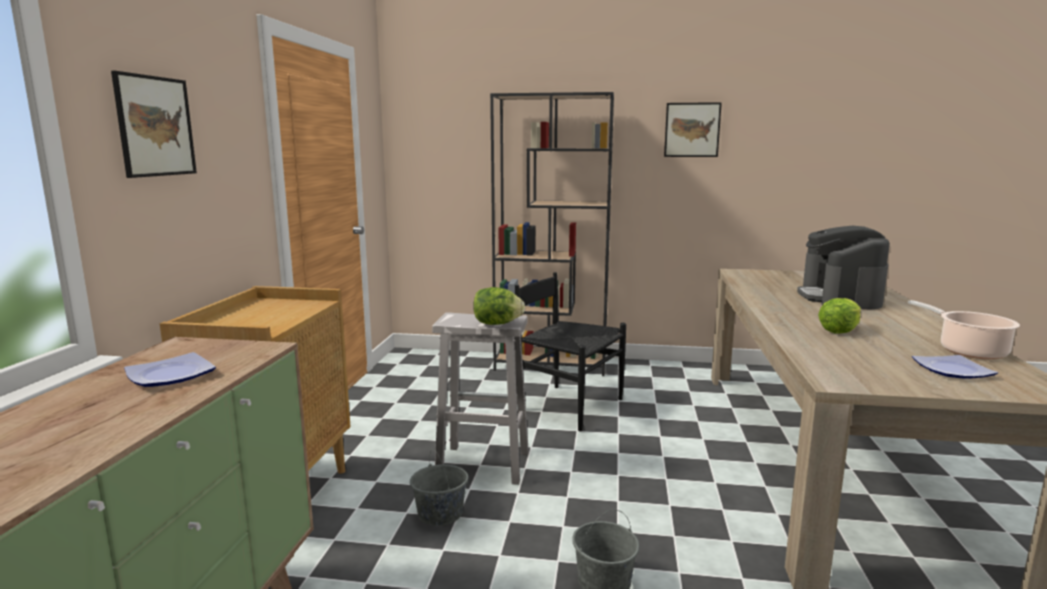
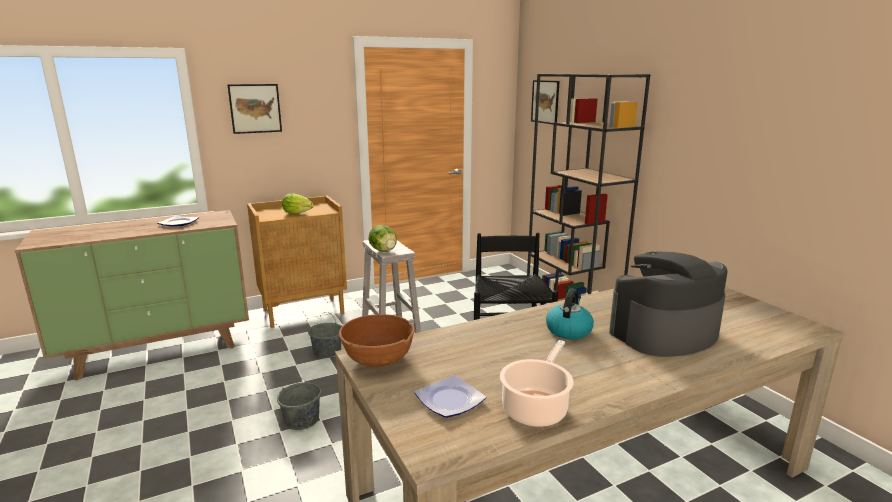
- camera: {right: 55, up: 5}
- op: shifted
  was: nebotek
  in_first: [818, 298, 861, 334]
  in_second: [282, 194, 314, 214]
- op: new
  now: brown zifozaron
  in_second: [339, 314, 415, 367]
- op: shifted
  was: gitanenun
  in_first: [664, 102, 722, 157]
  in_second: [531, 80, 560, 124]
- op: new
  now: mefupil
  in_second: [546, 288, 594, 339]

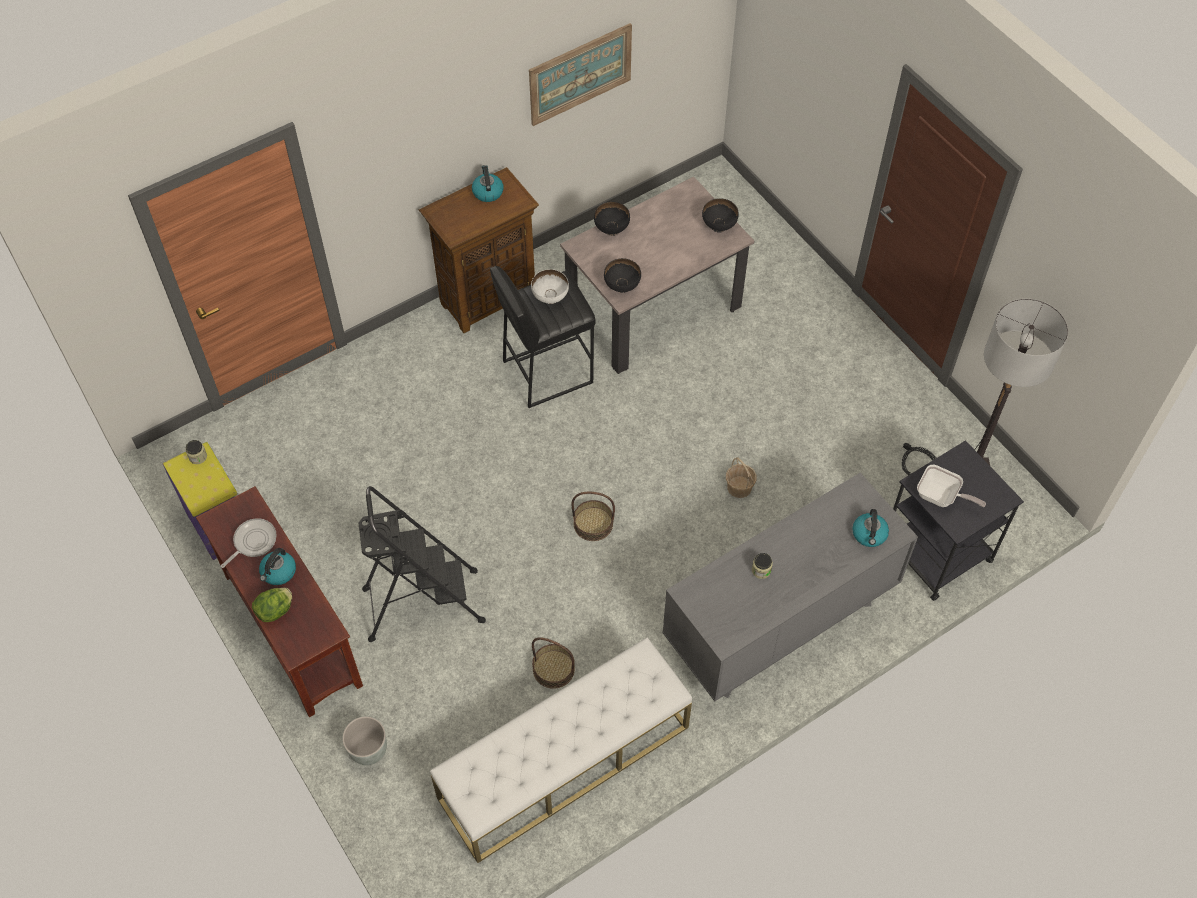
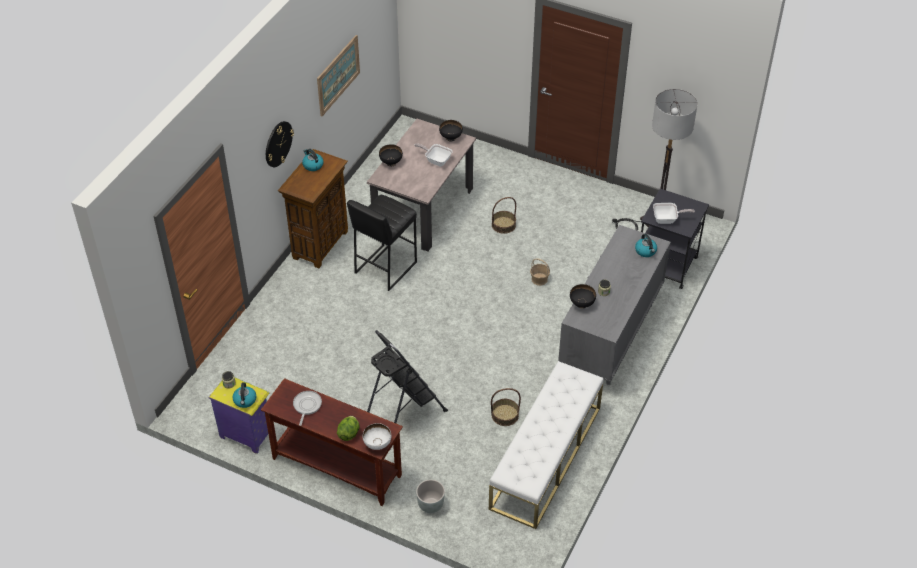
- camera: {right: -30, up: -10}
- op: shifted
  was: mefupil
  in_first: [259, 548, 296, 585]
  in_second: [233, 382, 256, 408]
- op: new
  now: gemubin
  in_second: [266, 121, 294, 167]
- op: shifted
  was: white zifozaron
  in_first: [531, 269, 569, 304]
  in_second: [363, 423, 391, 450]
- op: new
  now: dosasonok
  in_second: [415, 143, 452, 166]
- op: shifted
  was: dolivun
  in_first: [572, 492, 615, 541]
  in_second: [492, 197, 516, 234]
- op: shifted
  was: black zifozaron
  in_first: [604, 258, 641, 293]
  in_second: [570, 284, 596, 309]

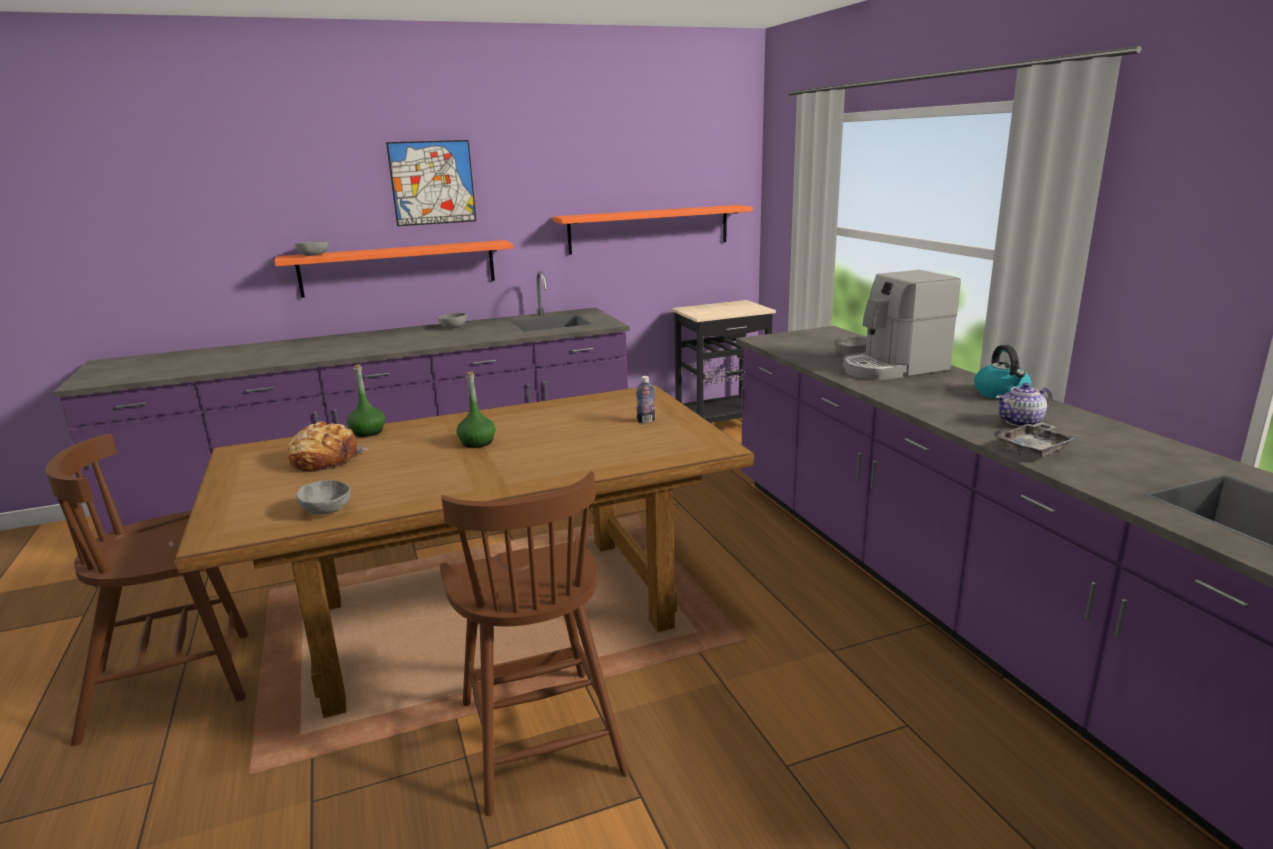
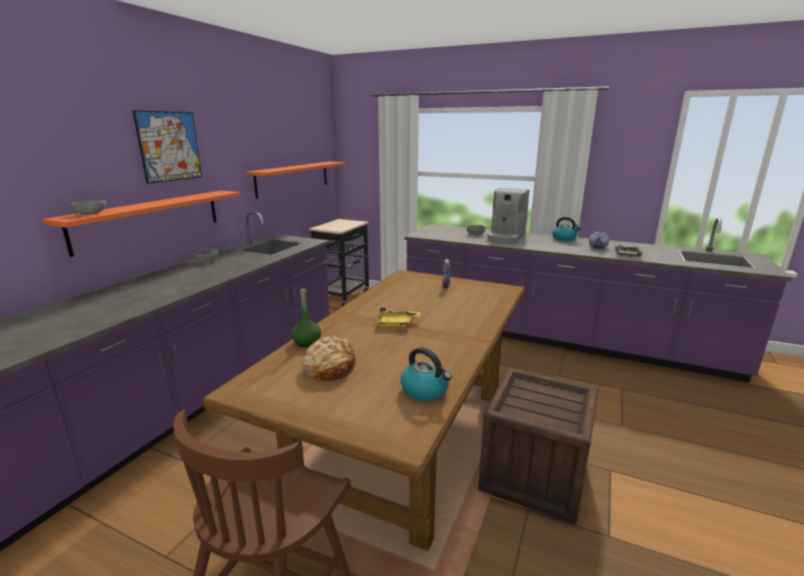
- camera: {right: -45, up: 0}
- op: swapped
  was: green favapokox
  now: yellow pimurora
  in_first: [456, 371, 496, 448]
  in_second: [376, 308, 420, 327]
- op: swapped
  was: grey zifozaron
  now: mefupil
  in_first: [296, 480, 351, 515]
  in_second: [400, 347, 452, 401]
- op: swapped
  was: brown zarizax
  now: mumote
  in_first: [439, 471, 629, 816]
  in_second: [478, 368, 598, 524]

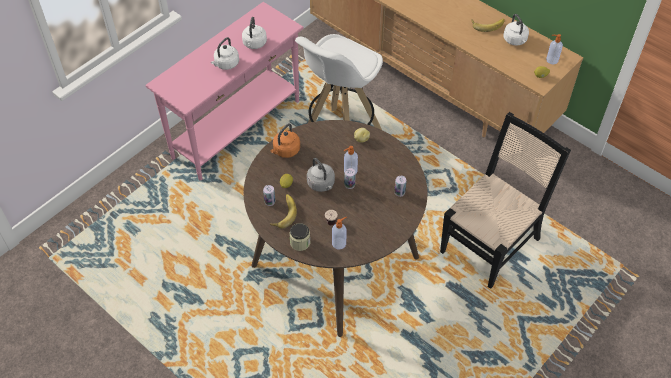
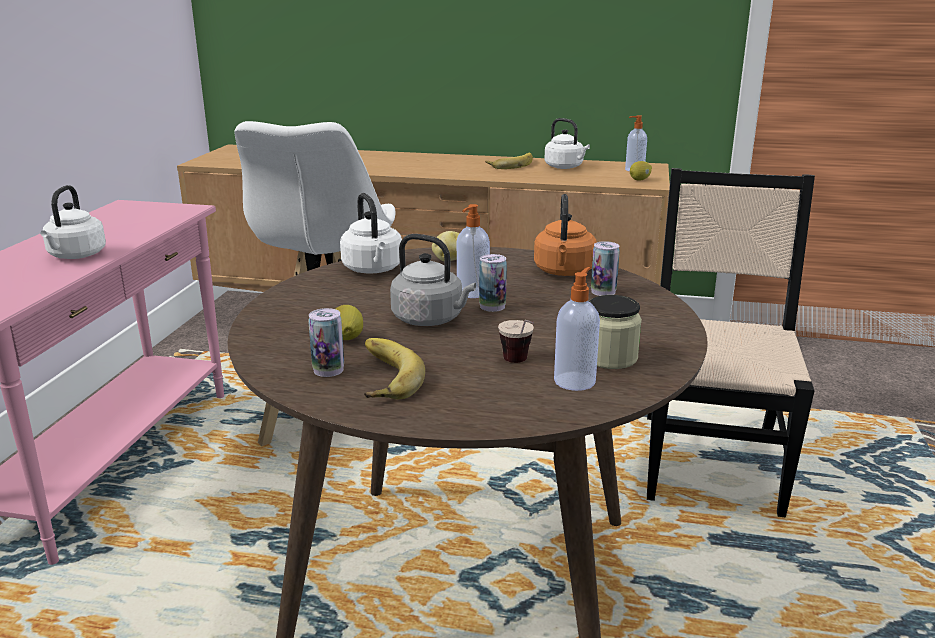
- camera: {right: -30, up: -30}
- op: shifted
  was: white mefupil
  in_first: [242, 17, 267, 49]
  in_second: [340, 193, 402, 273]
- op: shifted
  was: orange mefupil
  in_first: [270, 123, 300, 158]
  in_second: [534, 194, 597, 276]
- op: shifted
  was: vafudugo
  in_first: [289, 223, 310, 251]
  in_second: [589, 295, 642, 369]

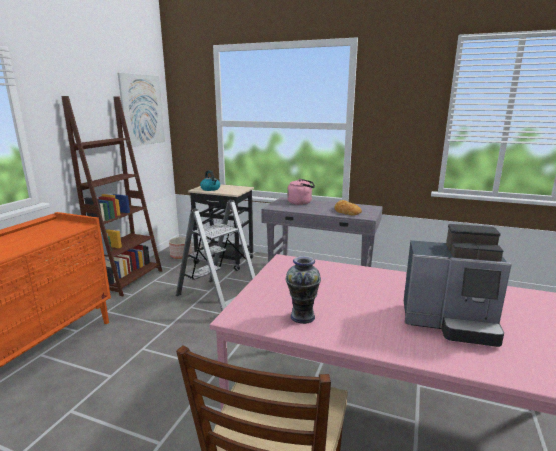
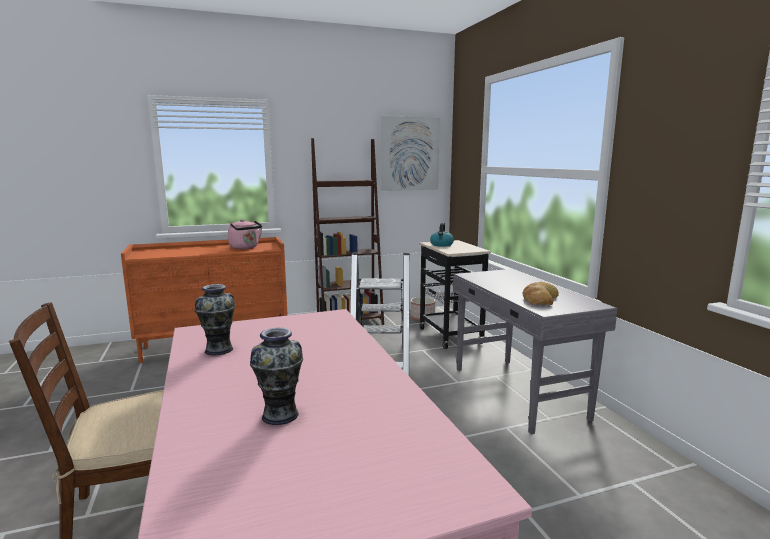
- camera: {right: 50, up: -5}
- op: shifted
  was: pink mefupil
  in_first: [287, 179, 315, 205]
  in_second: [228, 219, 262, 249]
- op: swapped
  was: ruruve
  now: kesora
  in_first: [404, 224, 512, 347]
  in_second: [250, 328, 303, 425]

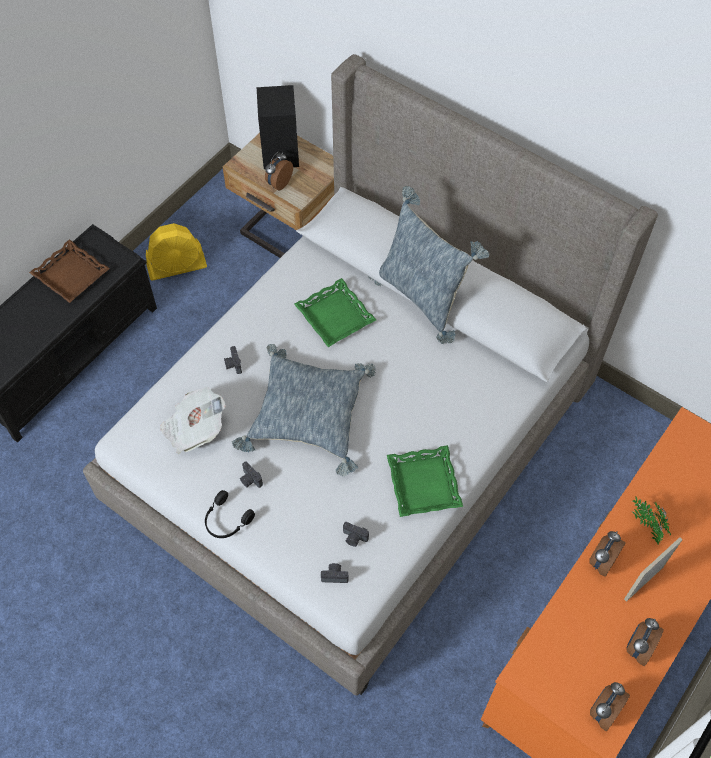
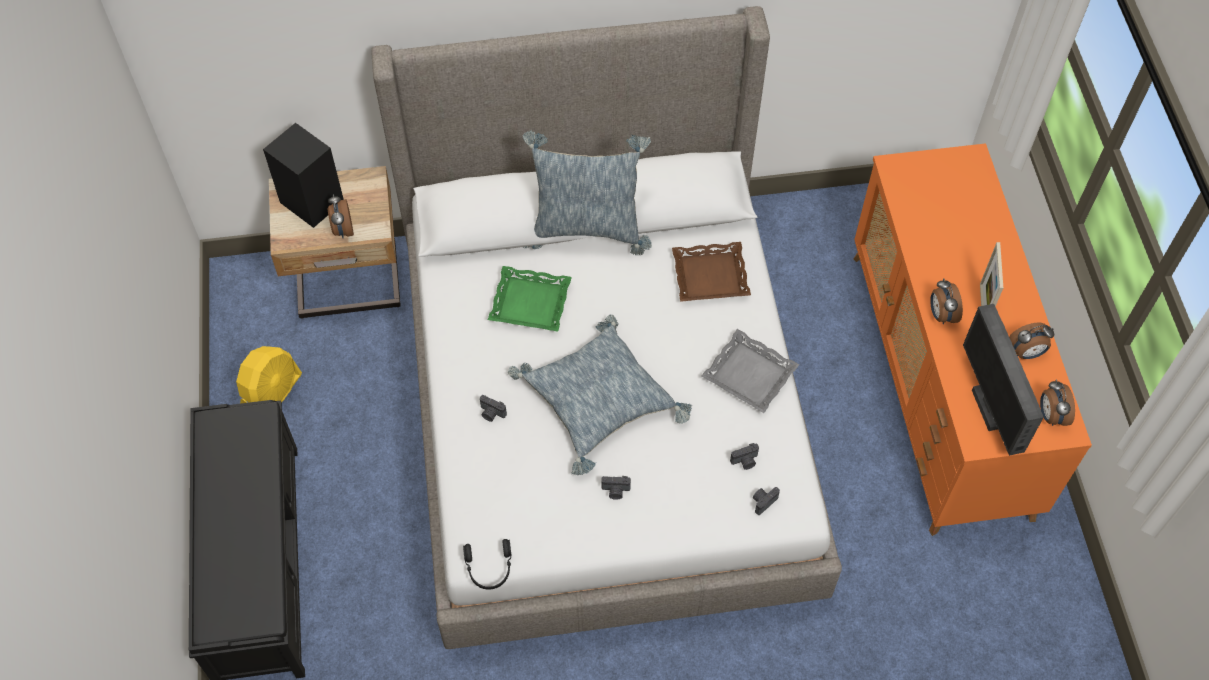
- camera: {right: -45, up: 0}
- op: shifted
  was: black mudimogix
  in_first: [205, 490, 255, 538]
  in_second: [463, 539, 512, 590]
- op: shifted
  was: brown pimurora
  in_first: [29, 239, 110, 303]
  in_second: [672, 242, 751, 302]
- op: repainted
  was: green pimurora
  now: grey pimurora
  in_first: [387, 445, 463, 517]
  in_second: [701, 329, 799, 413]
- op: new
  now: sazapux
  in_second: [963, 304, 1044, 456]
- op: rotated
  was: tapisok
  in_first: [626, 618, 664, 666]
  in_second: [1009, 323, 1054, 359]
  clockwise: -90
- op: gone
  was: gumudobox
  in_first: [160, 387, 226, 454]
- op: gone
  was: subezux
  in_first: [632, 496, 671, 545]

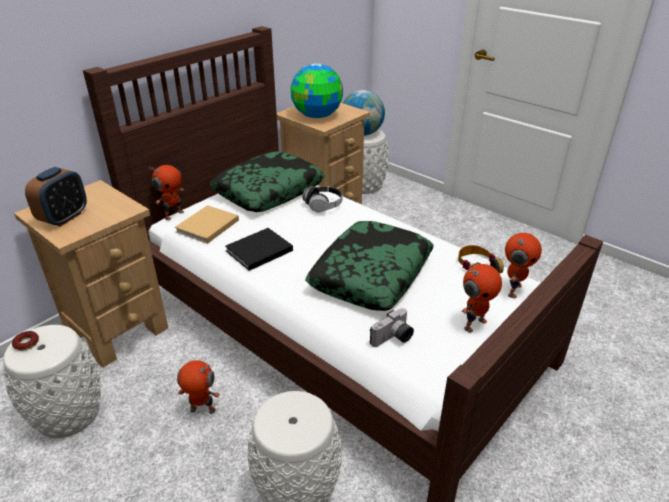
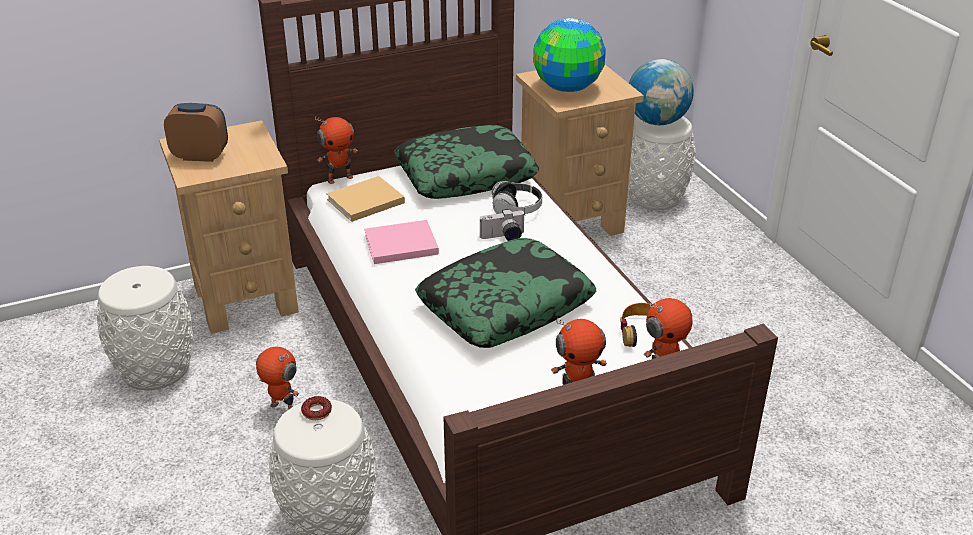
- camera: {right: 25, up: 0}
- op: rotated
  was: tapisok
  in_first: [25, 167, 87, 227]
  in_second: [164, 103, 228, 162]
  clockwise: -135
- op: shifted
  was: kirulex
  in_first: [12, 331, 39, 351]
  in_second: [301, 396, 332, 420]
- op: repainted
  was: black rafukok
  now: pink rafukok
  in_first: [225, 228, 293, 271]
  in_second: [364, 220, 439, 264]
- op: shifted
  was: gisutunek
  in_first: [370, 308, 414, 347]
  in_second: [480, 209, 525, 241]

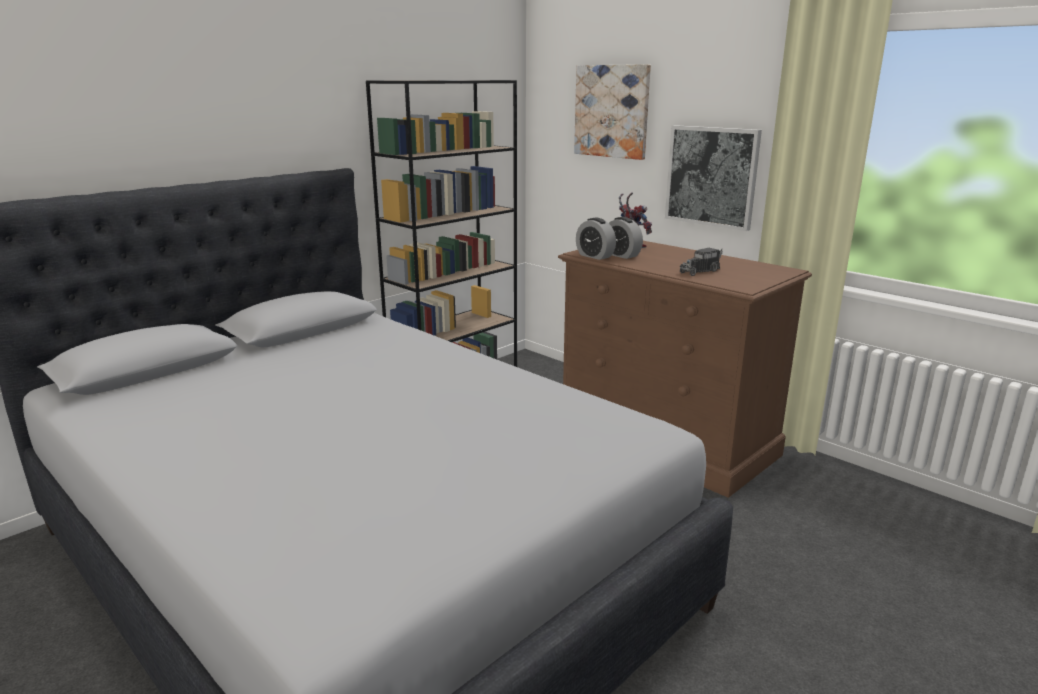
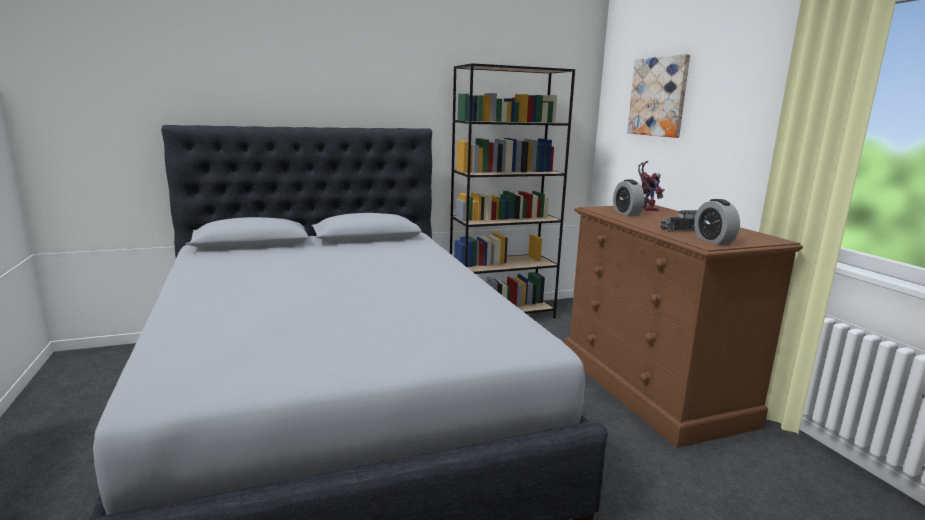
- camera: {right: 25, up: -5}
- op: shifted
  was: tapisok
  in_first: [576, 218, 616, 260]
  in_second: [694, 199, 740, 244]
- op: gone
  was: gitanenun
  in_first: [665, 125, 762, 231]

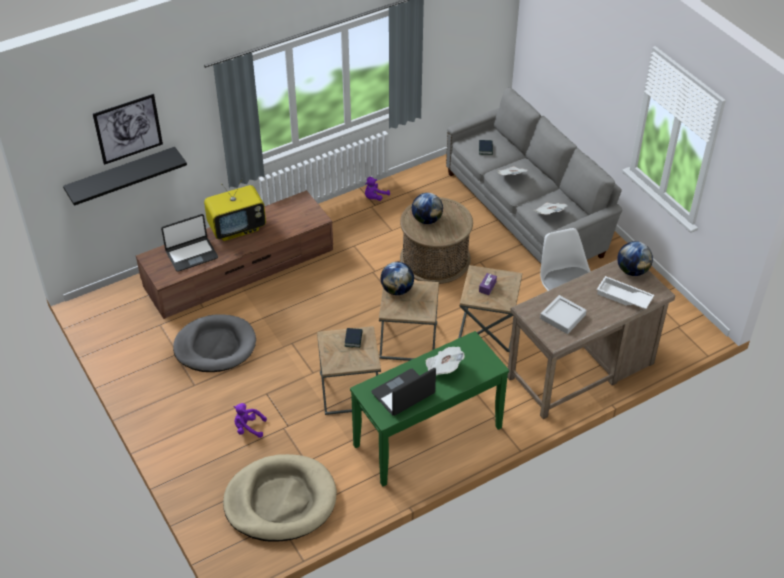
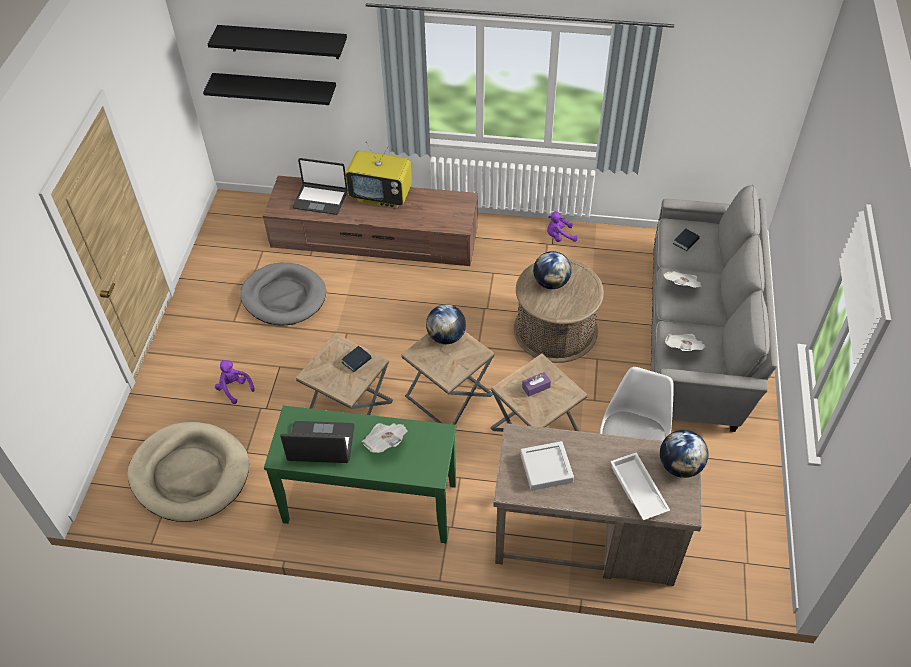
- camera: {right: 40, up: 5}
- op: swapped
  was: gitanenun
  now: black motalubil
  in_first: [93, 94, 163, 165]
  in_second: [208, 25, 347, 59]

